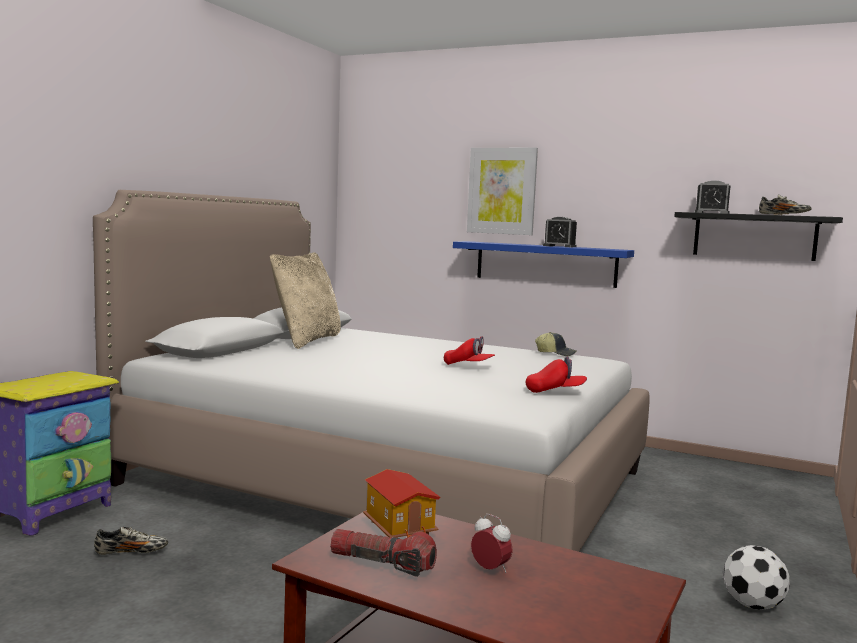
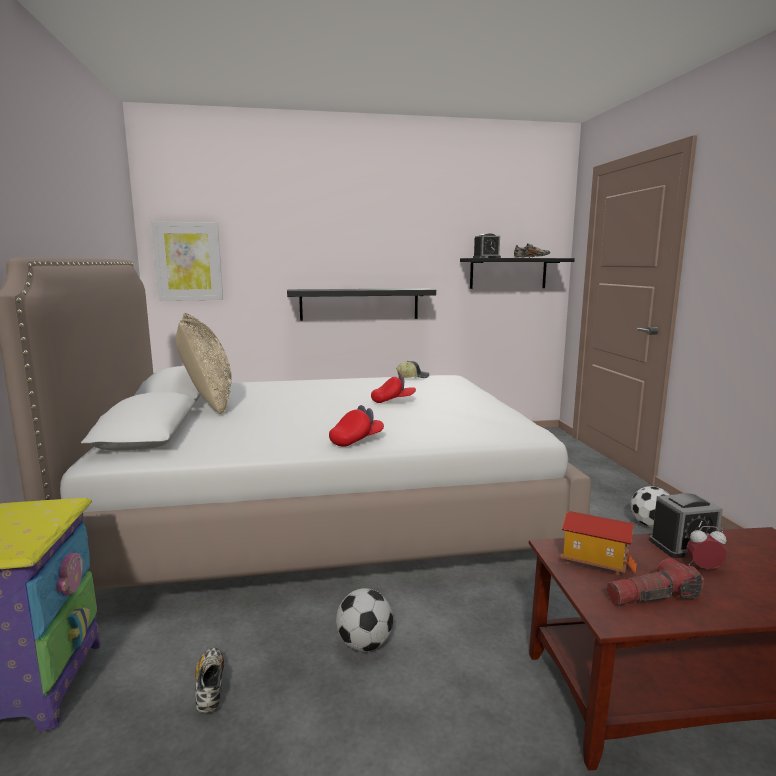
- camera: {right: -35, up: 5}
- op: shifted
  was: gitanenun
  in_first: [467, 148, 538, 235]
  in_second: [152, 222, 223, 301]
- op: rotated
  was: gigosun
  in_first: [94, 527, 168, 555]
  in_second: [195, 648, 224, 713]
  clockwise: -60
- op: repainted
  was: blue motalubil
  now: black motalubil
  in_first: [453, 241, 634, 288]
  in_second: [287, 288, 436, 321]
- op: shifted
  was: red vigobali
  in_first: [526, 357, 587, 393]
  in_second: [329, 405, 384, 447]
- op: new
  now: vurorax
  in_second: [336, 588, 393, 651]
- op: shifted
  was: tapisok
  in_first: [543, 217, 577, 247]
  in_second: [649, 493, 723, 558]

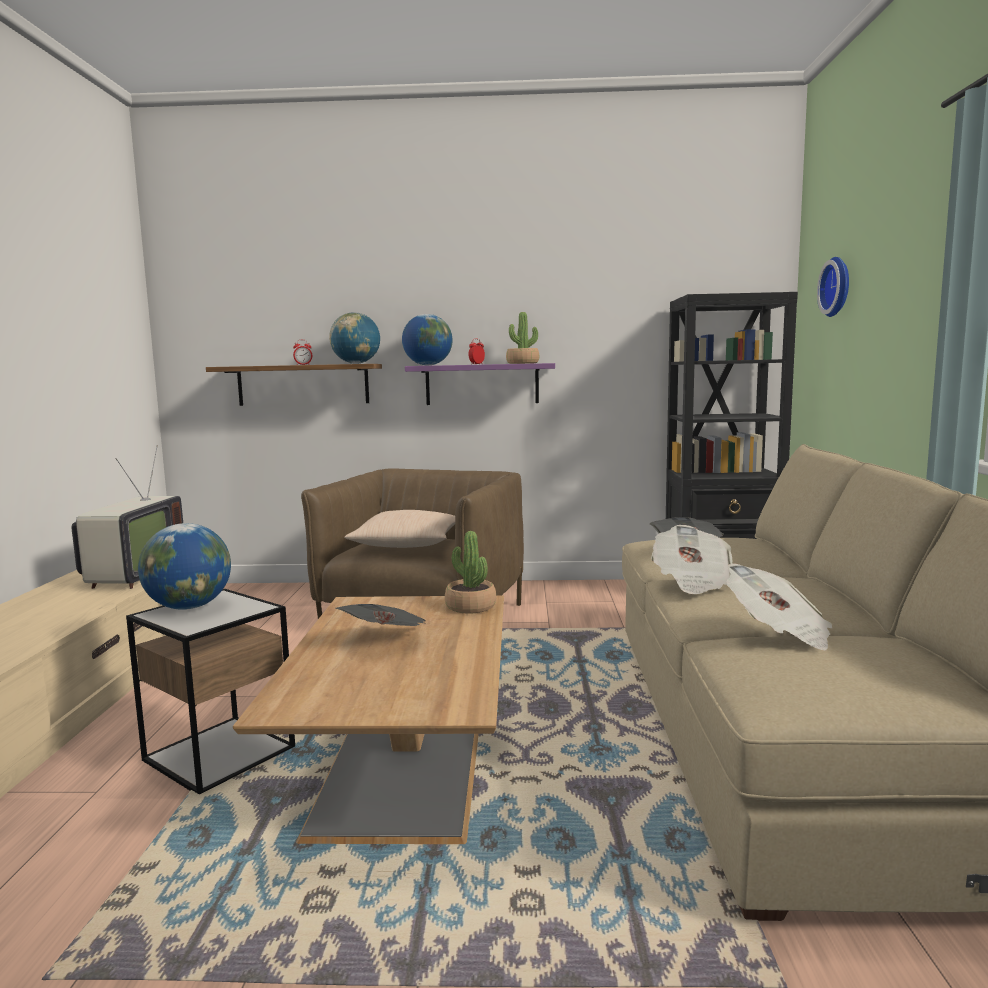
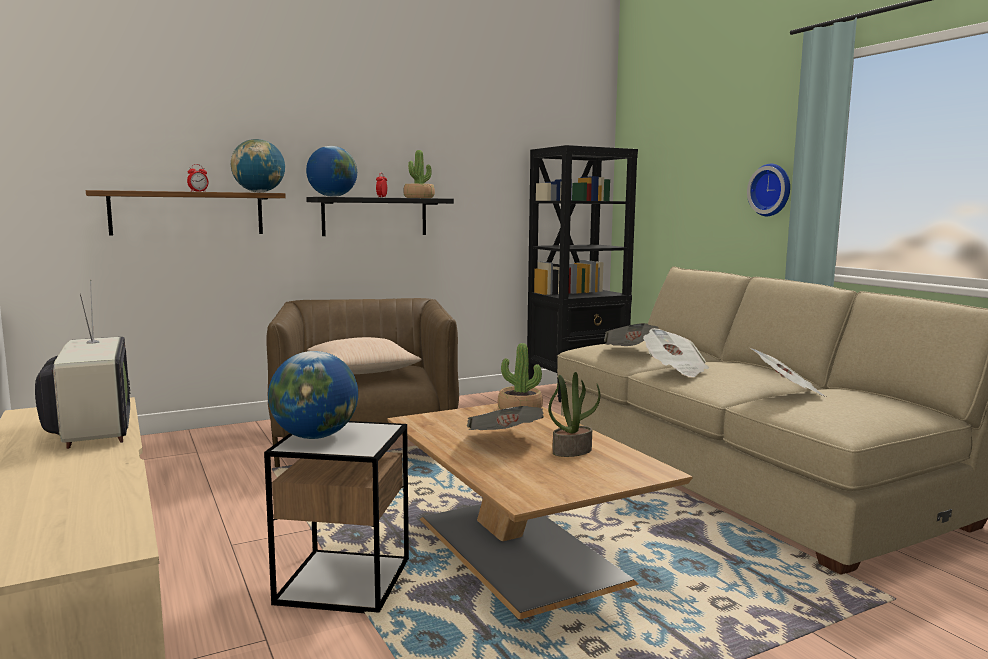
- camera: {right: -30, up: 0}
- op: repainted
  was: purple motalubil
  now: black motalubil
  in_first: [405, 363, 555, 405]
  in_second: [306, 197, 454, 236]
- op: new
  now: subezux
  in_second: [548, 372, 600, 457]
- op: shifted
  was: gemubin
  in_first: [817, 257, 849, 317]
  in_second: [747, 164, 790, 216]

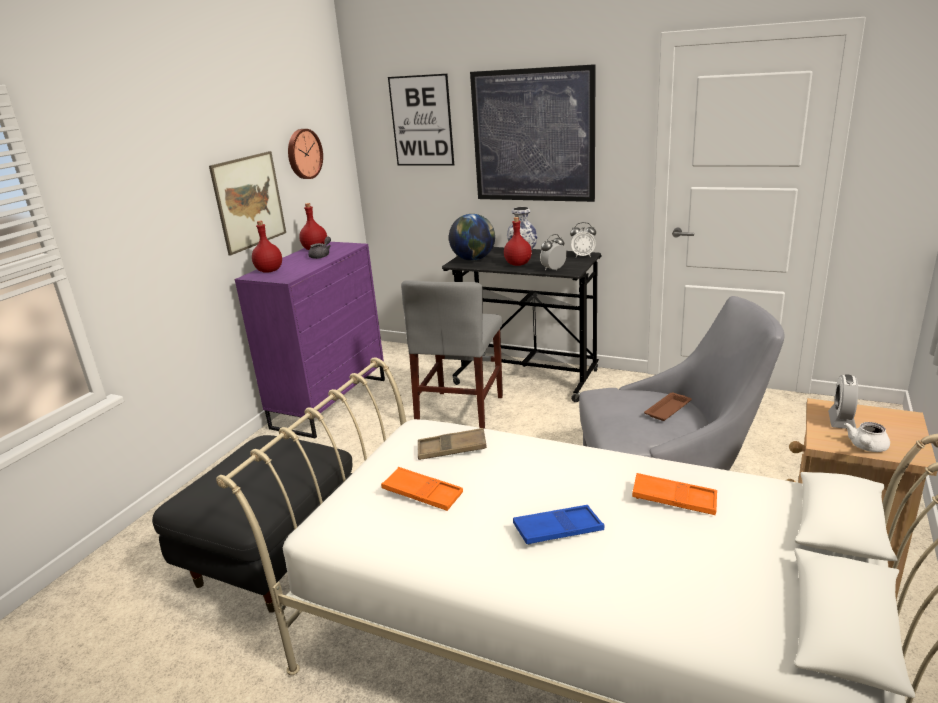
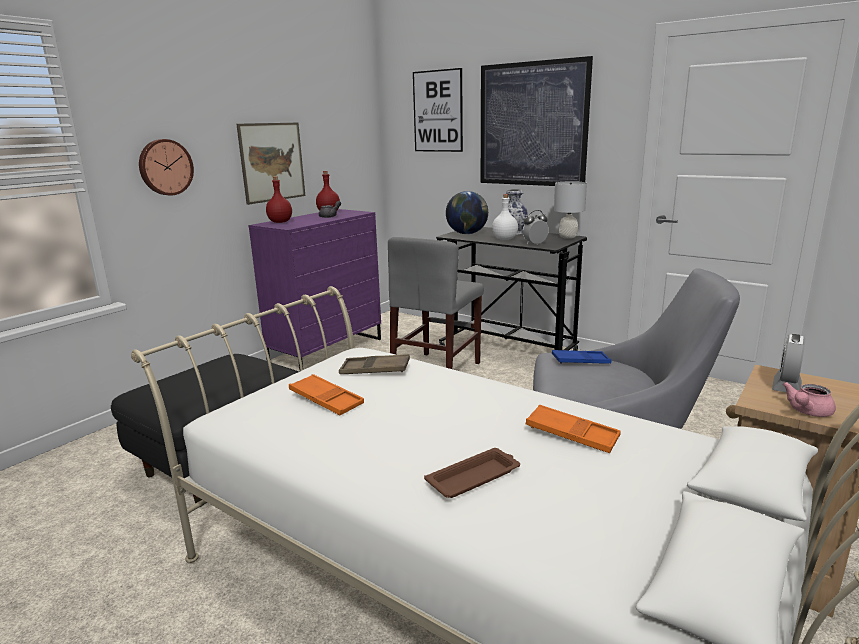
- camera: {right: 10, up: -5}
- op: shifted
  was: gemubin
  in_first: [288, 129, 323, 179]
  in_second: [139, 139, 194, 195]
- op: shifted
  was: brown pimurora
  in_first: [644, 393, 692, 421]
  in_second: [424, 448, 520, 498]
- op: repainted
  was: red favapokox
  now: white favapokox
  in_first: [504, 217, 532, 266]
  in_second: [492, 194, 518, 240]
- op: shifted
  was: blue pimurora
  in_first: [513, 505, 605, 544]
  in_second: [552, 350, 612, 364]
- op: swapped
  was: tapisok
  now: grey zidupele
  in_first: [570, 222, 596, 257]
  in_second: [554, 181, 587, 239]
- op: repainted
  was: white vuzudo
  now: pink vuzudo
  in_first: [844, 422, 890, 452]
  in_second: [783, 382, 836, 417]

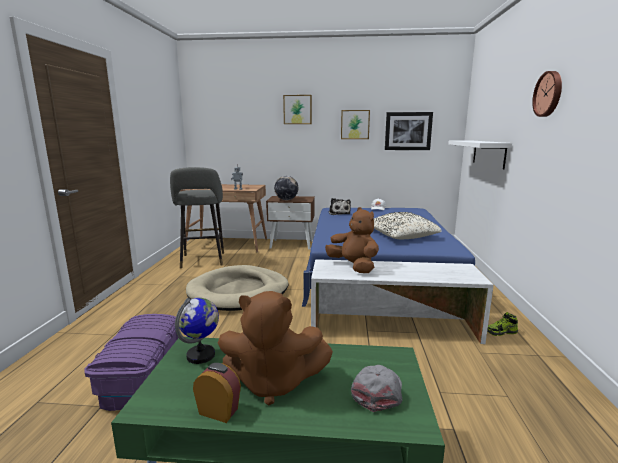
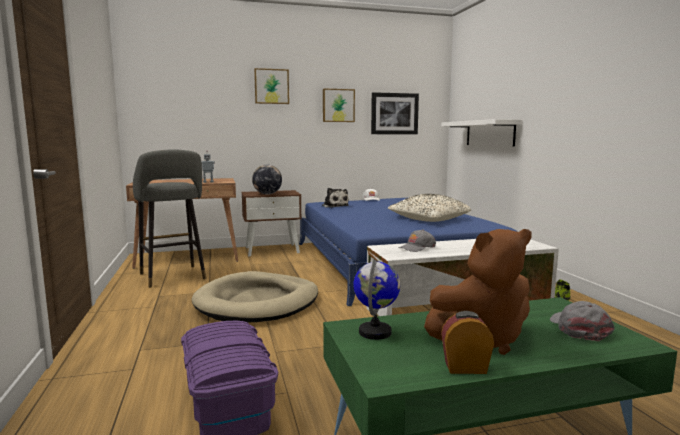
- camera: {right: -20, up: -5}
- op: swapped
  was: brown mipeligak
  now: grey vigobali
  in_first: [325, 207, 379, 273]
  in_second: [398, 229, 436, 252]
- op: gone
  was: gemubin
  in_first: [532, 71, 562, 117]

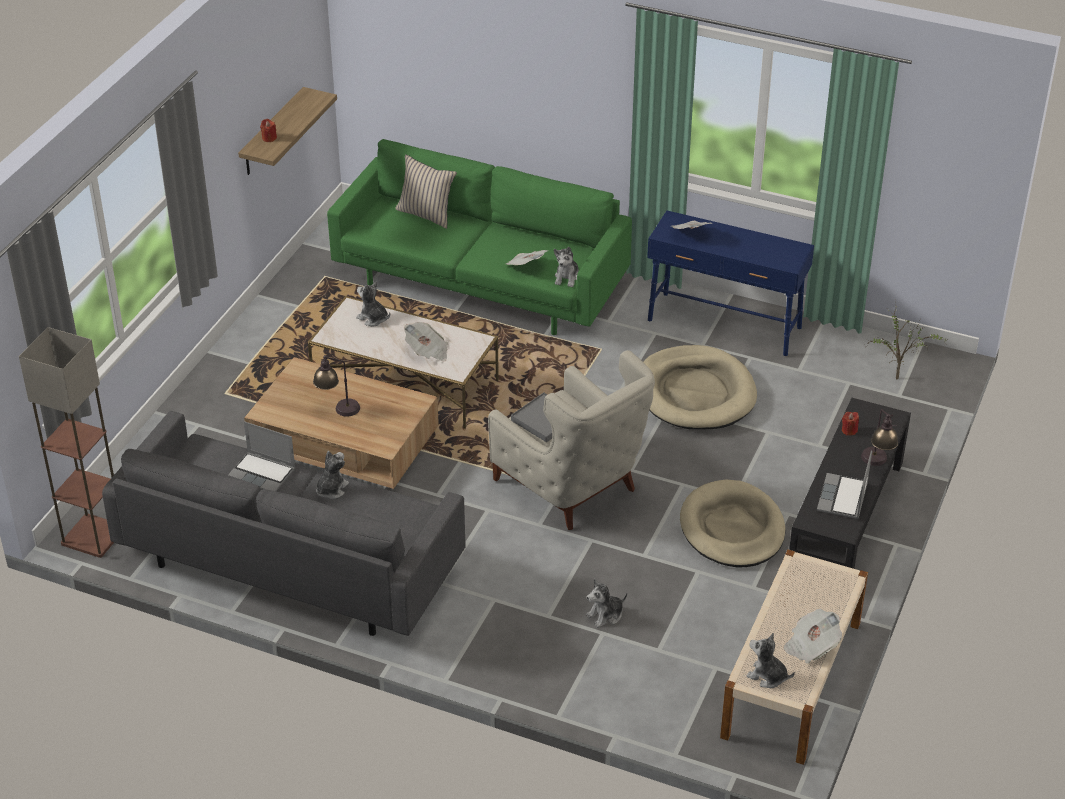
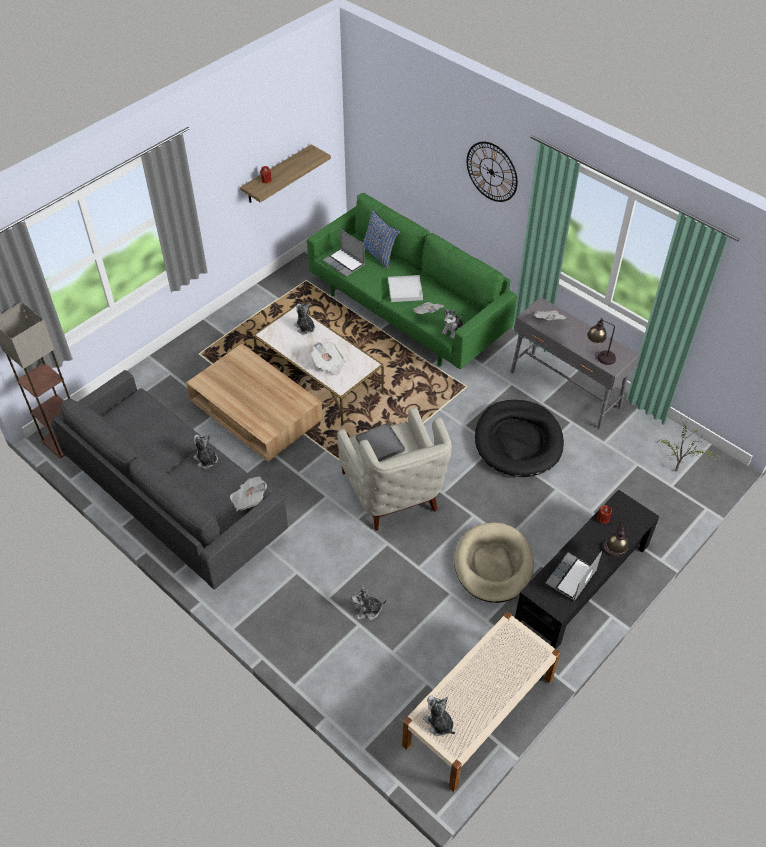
- camera: {right: 20, up: 10}
- op: rotated
  was: mipeligak
  in_first: [316, 451, 349, 499]
  in_second: [193, 434, 218, 469]
  clockwise: -90
- op: shifted
  was: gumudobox
  in_first: [783, 609, 842, 664]
  in_second: [230, 476, 267, 511]
- op: shifted
  was: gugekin
  in_first: [228, 421, 296, 491]
  in_second: [323, 229, 365, 277]
- op: repainted
  was: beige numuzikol
  now: blue numuzikol
  in_first: [395, 155, 457, 229]
  in_second: [362, 209, 400, 269]
- op: new
  now: white pimurora
  in_second: [388, 275, 423, 302]
- op: new
  now: gemubin
  in_second: [467, 142, 518, 202]
- op: repainted
  was: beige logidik
  now: black logidik
  in_first: [643, 345, 757, 429]
  in_second: [475, 400, 564, 477]
- op: repainted
  was: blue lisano
  now: grey lisano
  in_first: [647, 211, 814, 356]
  in_second: [511, 297, 639, 428]
- op: shifted
  was: zidupele
  in_first: [313, 355, 360, 417]
  in_second: [587, 318, 616, 365]

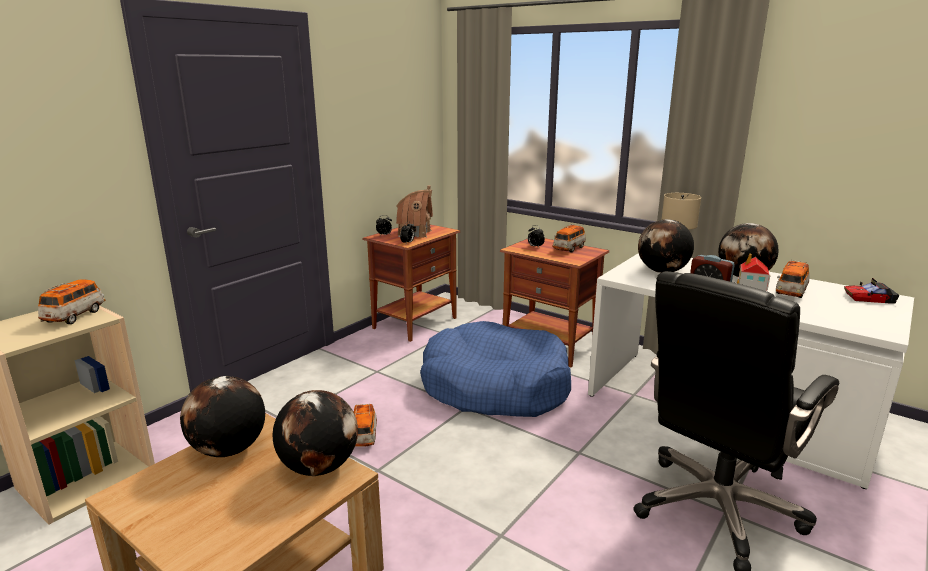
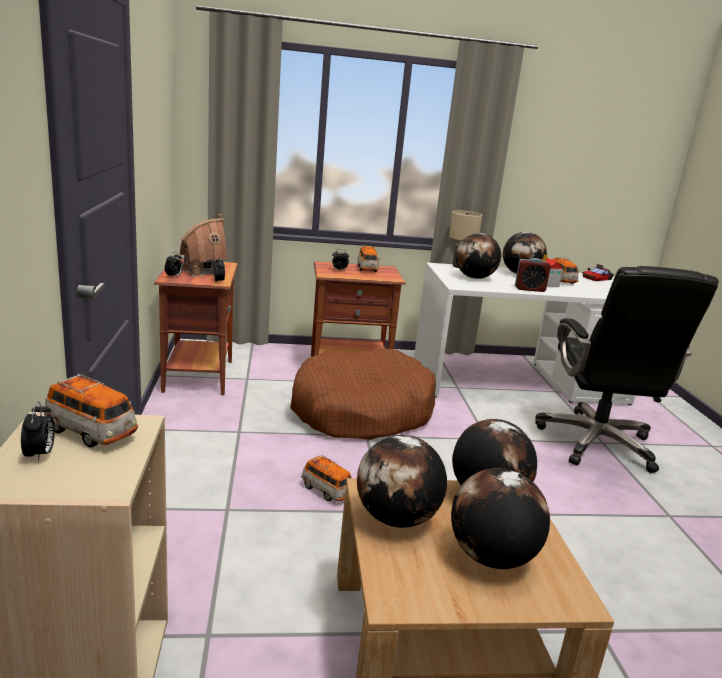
- camera: {right: -45, up: 0}
- op: new
  now: tapisok
  in_second: [21, 401, 55, 463]
- op: rotated
  was: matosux
  in_first: [38, 279, 105, 324]
  in_second: [44, 374, 138, 447]
  clockwise: 150
- op: repainted
  was: blue logidik
  now: brown logidik
  in_first: [420, 321, 571, 417]
  in_second: [290, 348, 436, 440]
- op: new
  now: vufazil
  in_second: [451, 468, 550, 569]

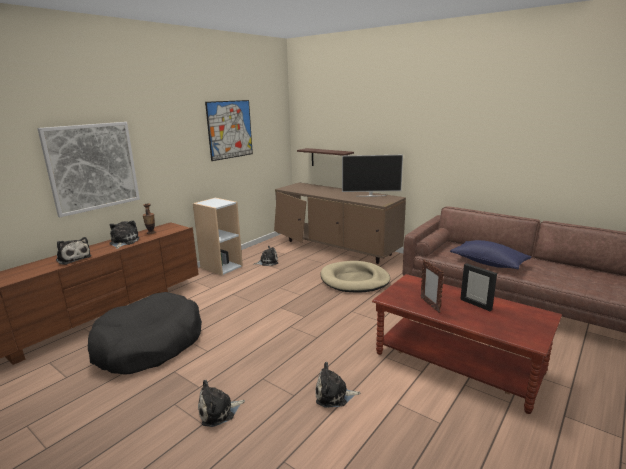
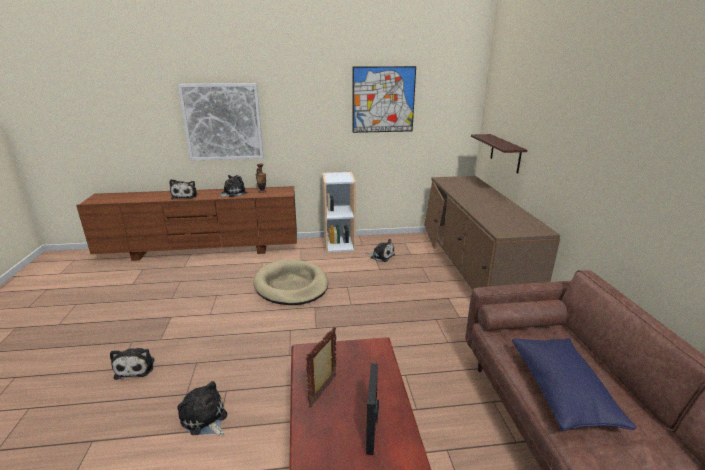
- camera: {right: 45, up: 5}
- op: rotated
  was: mipeligak
  in_first: [198, 380, 245, 427]
  in_second: [110, 348, 155, 380]
  clockwise: -120
- op: shifted
  was: beige logidik
  in_first: [321, 261, 390, 293]
  in_second: [253, 259, 328, 305]
- op: gone
  was: black logidik
  in_first: [88, 292, 202, 374]
- op: gone
  was: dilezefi
  in_first: [342, 155, 403, 197]

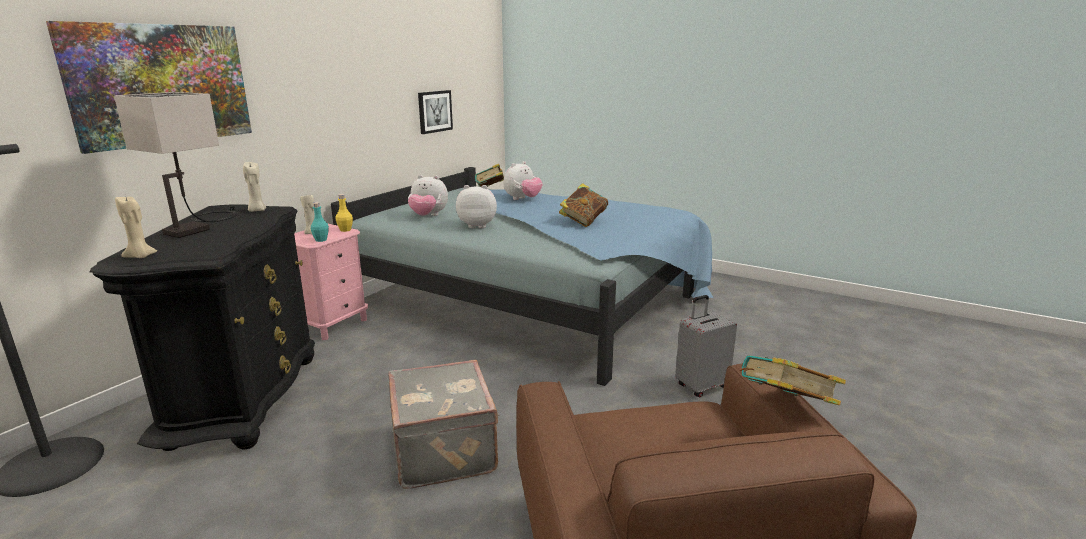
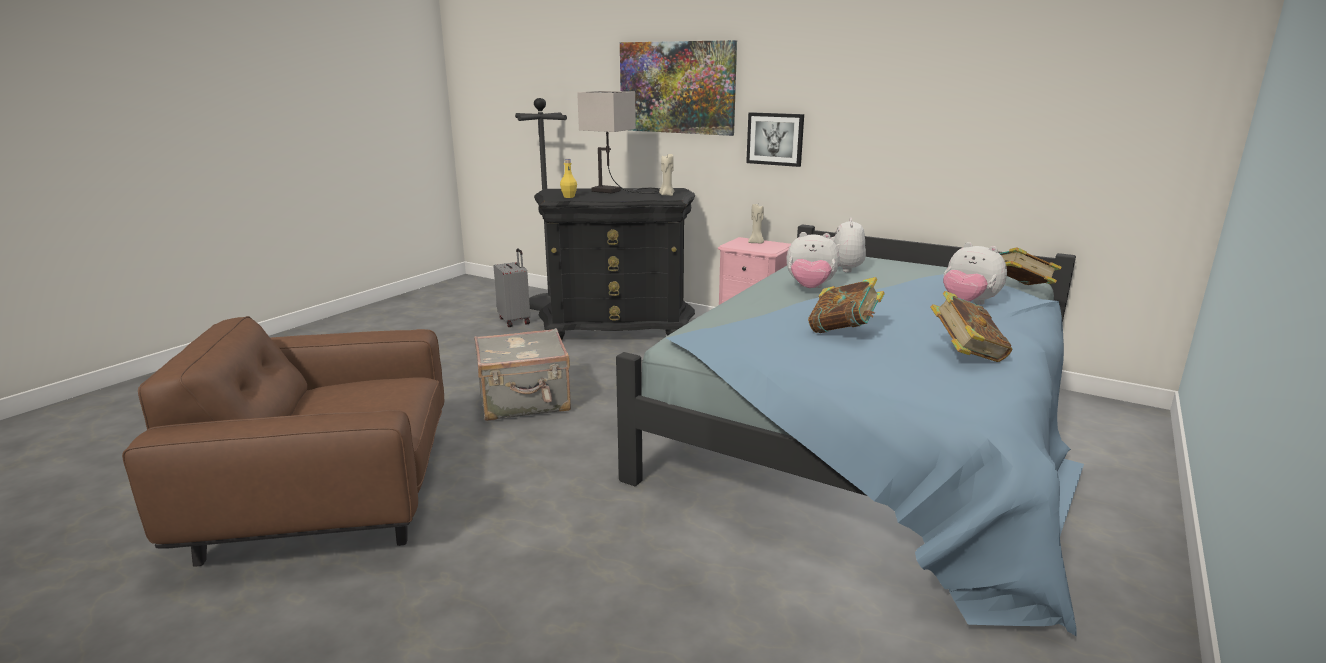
- camera: {right: 90, up: 0}
- op: shifted
  was: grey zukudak
  in_first: [675, 295, 737, 397]
  in_second: [494, 248, 530, 327]
- op: shifted
  was: yellow favapokox
  in_first: [335, 194, 353, 232]
  in_second: [560, 159, 577, 198]
- op: shifted
  was: gitanenun
  in_first: [418, 90, 453, 134]
  in_second: [746, 112, 804, 167]
- op: rotated
  was: mipeligak
  in_first: [456, 185, 497, 228]
  in_second: [787, 232, 840, 288]
  clockwise: 105
- op: shifted
  was: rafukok
  in_first: [739, 355, 846, 405]
  in_second: [930, 291, 1012, 362]
- op: gone
  was: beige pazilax
  in_first: [115, 197, 157, 258]
- op: gone
  was: turquoise favapokox
  in_first: [311, 202, 329, 242]

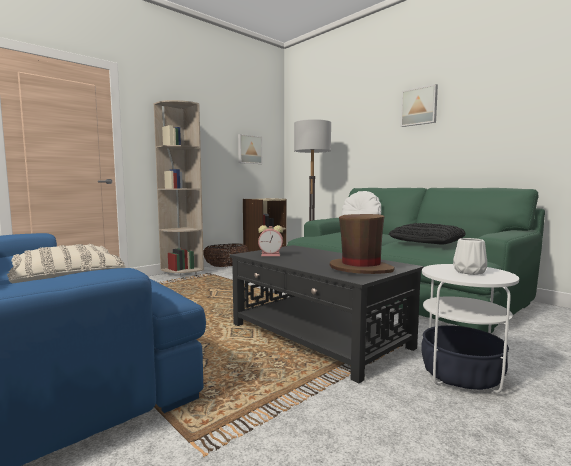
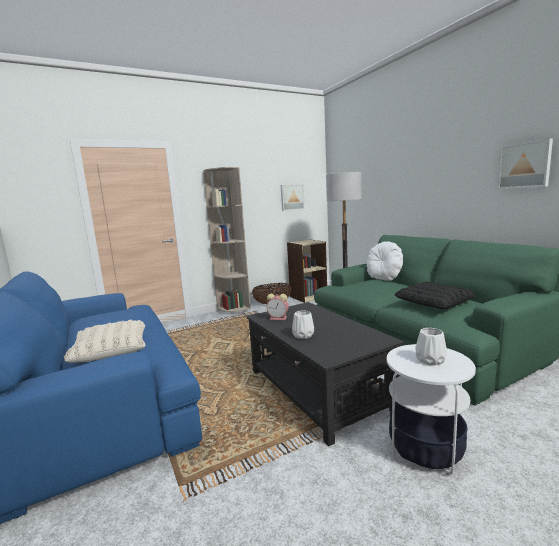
- camera: {right: 15, up: 5}
- op: new
  now: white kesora
  in_second: [292, 311, 314, 339]
- op: shifted
  was: gitanenun
  in_first: [401, 84, 438, 127]
  in_second: [498, 138, 553, 189]
- op: gone
  was: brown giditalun
  in_first: [330, 214, 394, 274]

